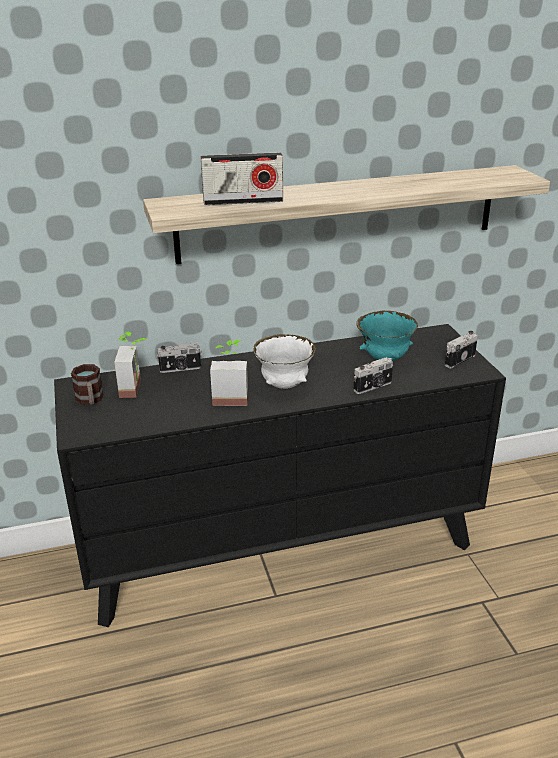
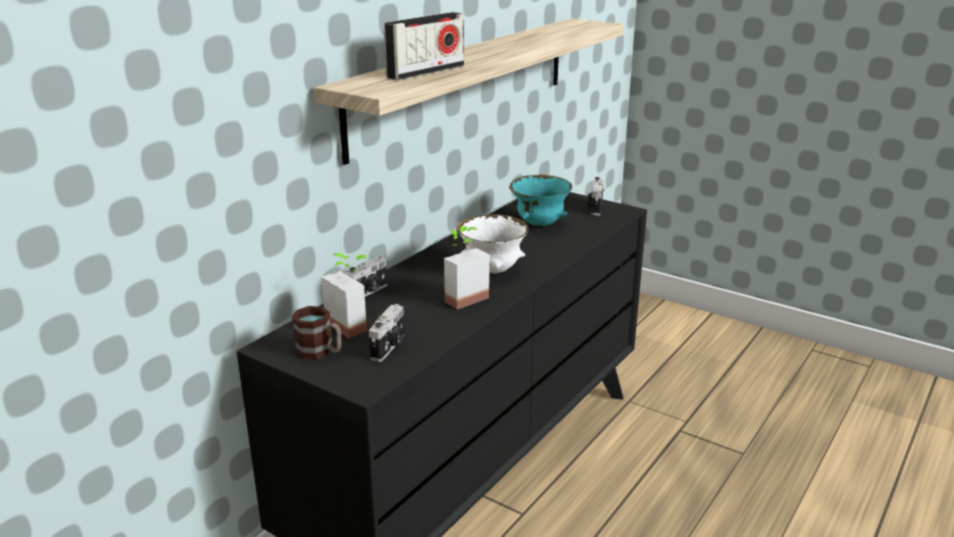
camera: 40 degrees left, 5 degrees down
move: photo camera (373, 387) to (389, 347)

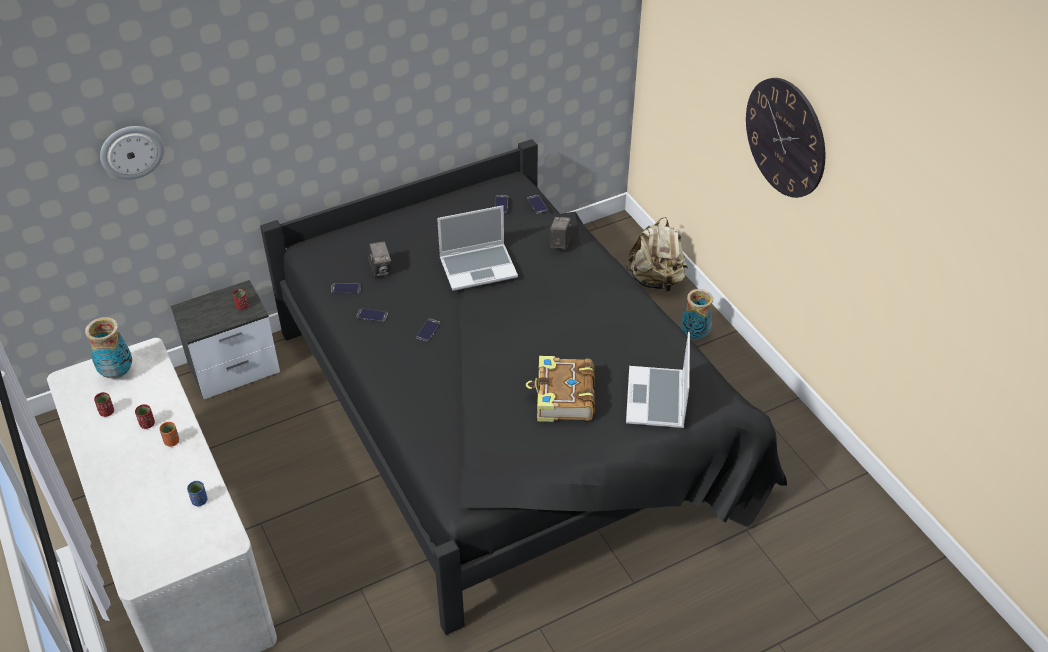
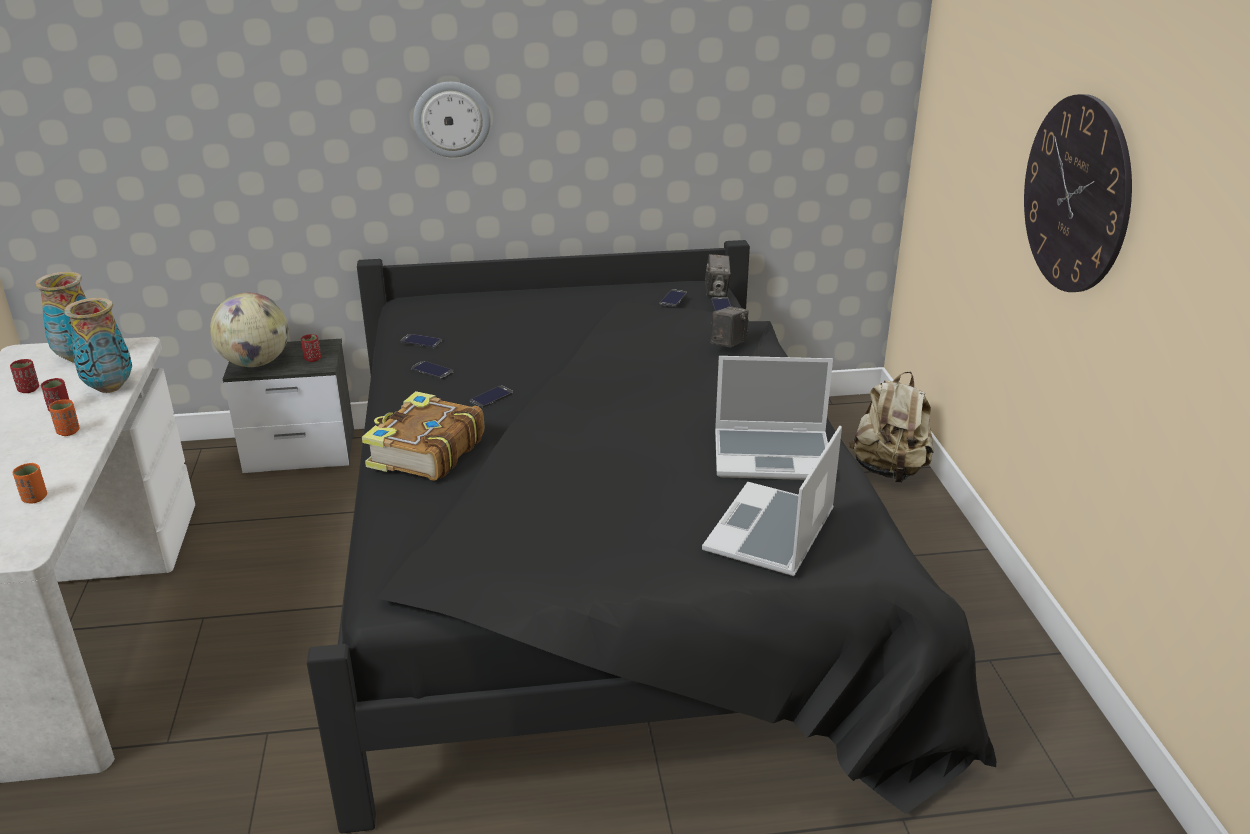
camera: 20 degrees right, 15 degrees down
insert: globe (256, 363)
move: wall clock (132, 151) to (452, 119); photo camera (381, 269) to (717, 292); laptop (479, 267) to (773, 455); book (563, 398) to (424, 452); vase (695, 335) to (110, 388)
recolor: blue cup (199, 501) to orange cup (35, 498)

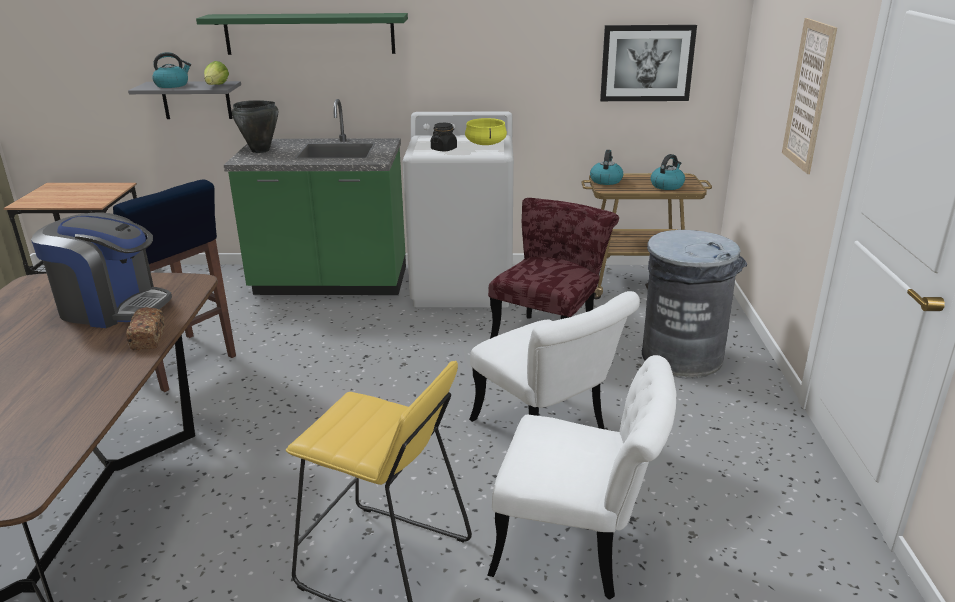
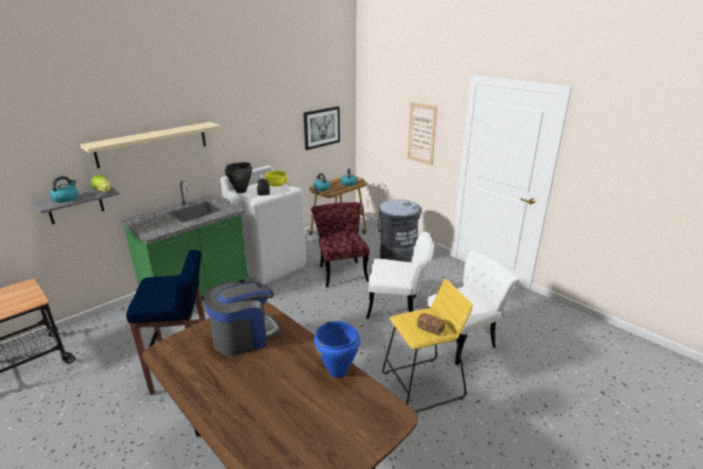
camera: 45 degrees left, 0 degrees up
insert: blue cooking pot (337, 371)
move: bread (148, 338) to (430, 328); black cooking pot (260, 150) to (241, 191)
recolor: green shelf (309, 34) to beige shelf (153, 144)

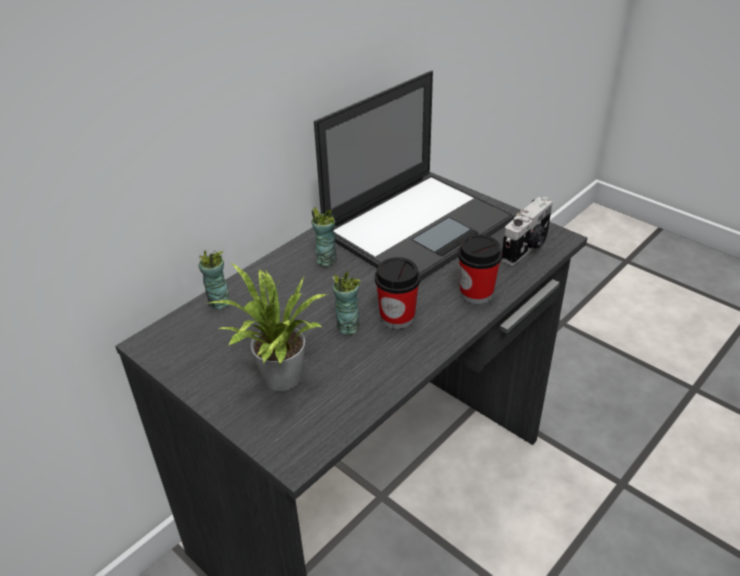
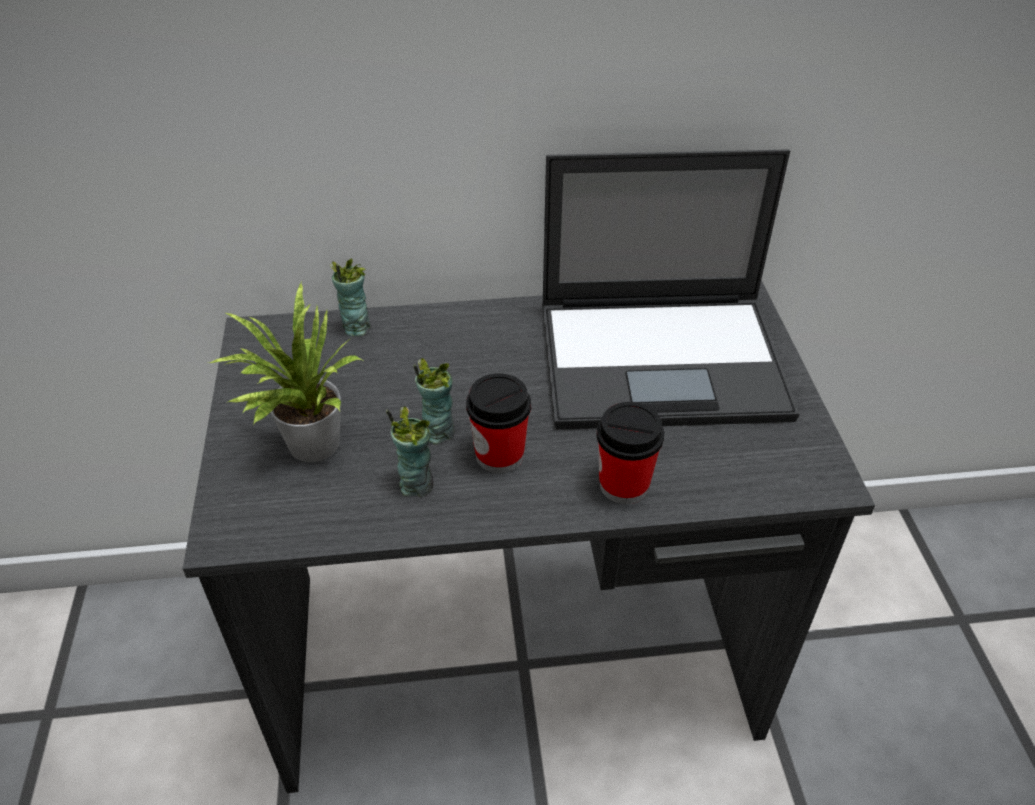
camera: 40 degrees right, 5 degrees up
delete: photo camera (527, 248)
move: cup (326, 259) to (416, 484)

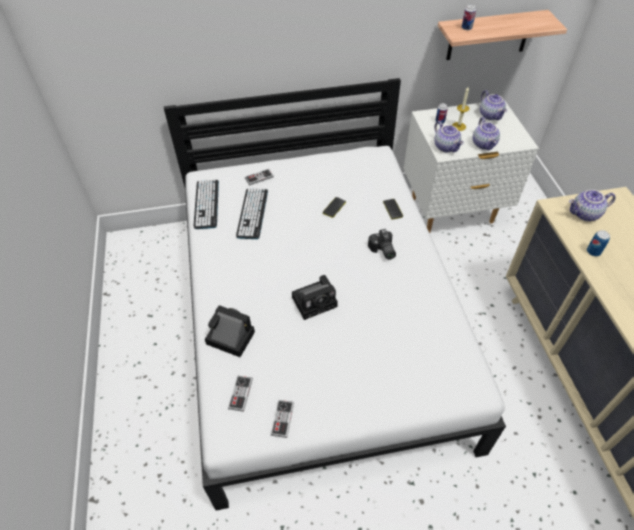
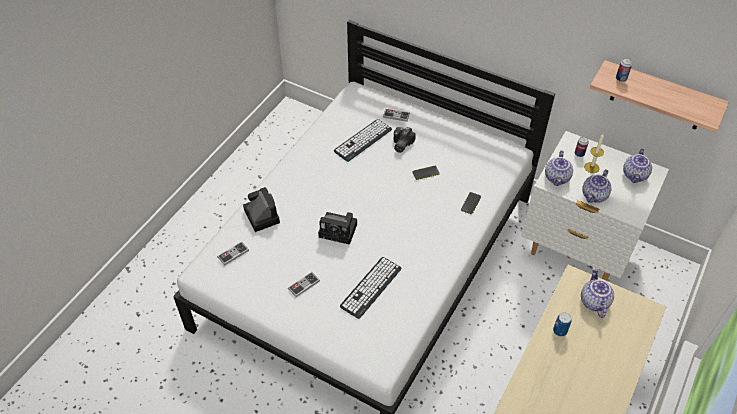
camera: 40 degrees right, 0 degrees up
move: keyboard (206, 204) to (371, 287); game controller (282, 419) to (303, 285); photo camera (382, 251) to (401, 144)
rotate: teapot (585, 214) = (593, 301) 60 degrees clockwise

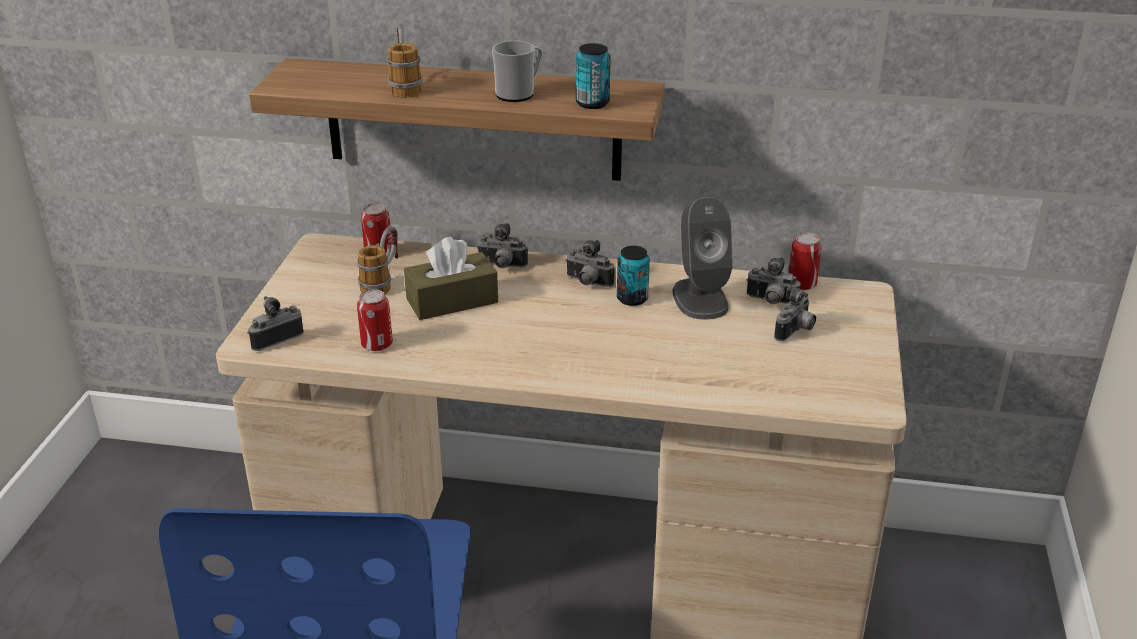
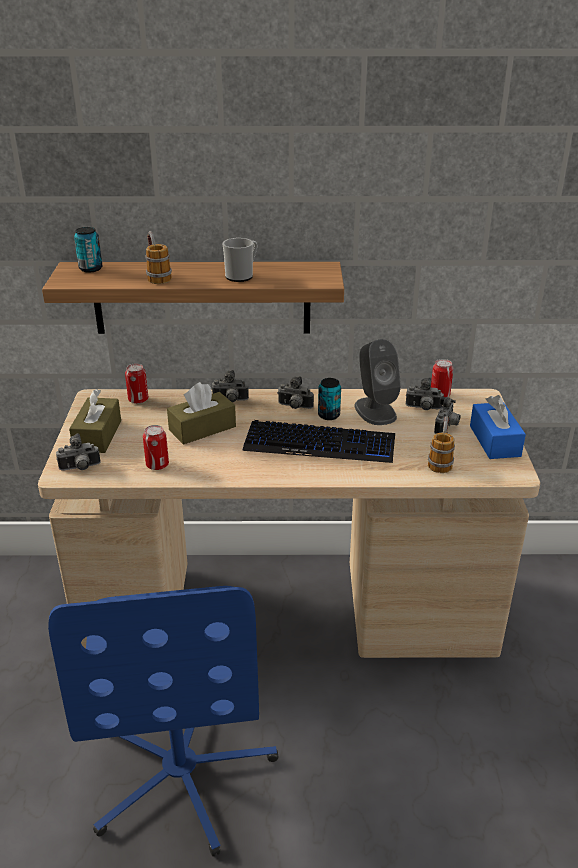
camera: 10 degrees left, 0 degrees up
insert: brown tissue box (97, 435); keyboard (320, 444); blue tissue box (494, 441)
move: mug (383, 282) to (440, 460); can (592, 103) to (90, 268)
rotate: photo camera (275, 339) = (80, 468) 150 degrees counterclockwise

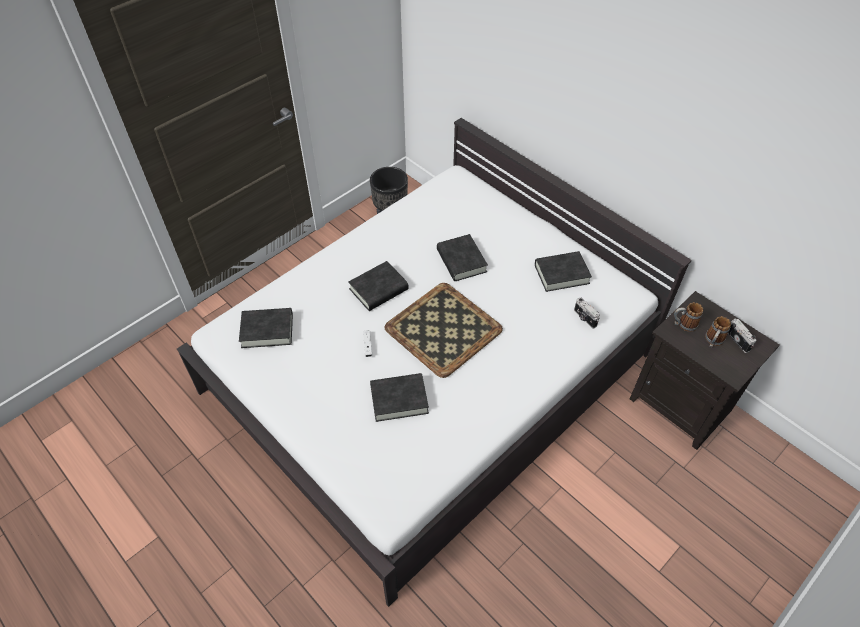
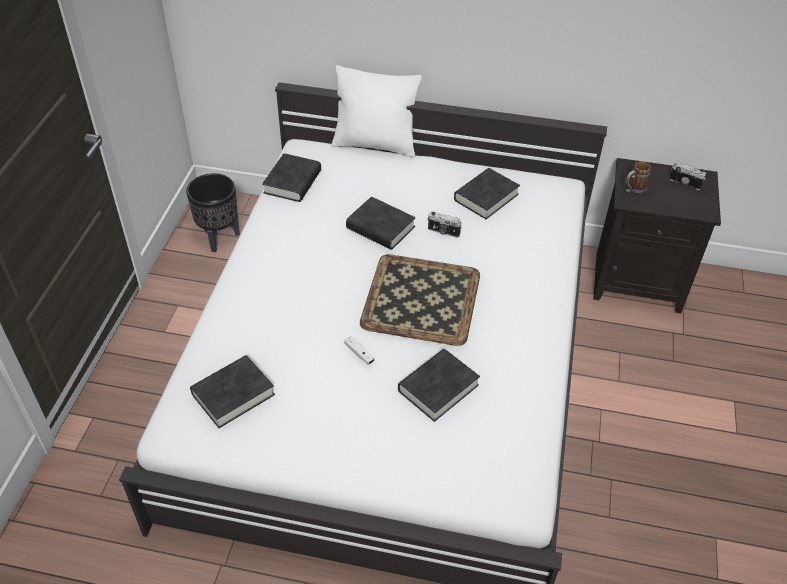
camera: 35 degrees left, 5 degrees down
delete: mug (712, 341)
insert: white pillow (375, 145)
move: black book (378, 289) to (292, 182); photo camera (584, 318) to (443, 232)

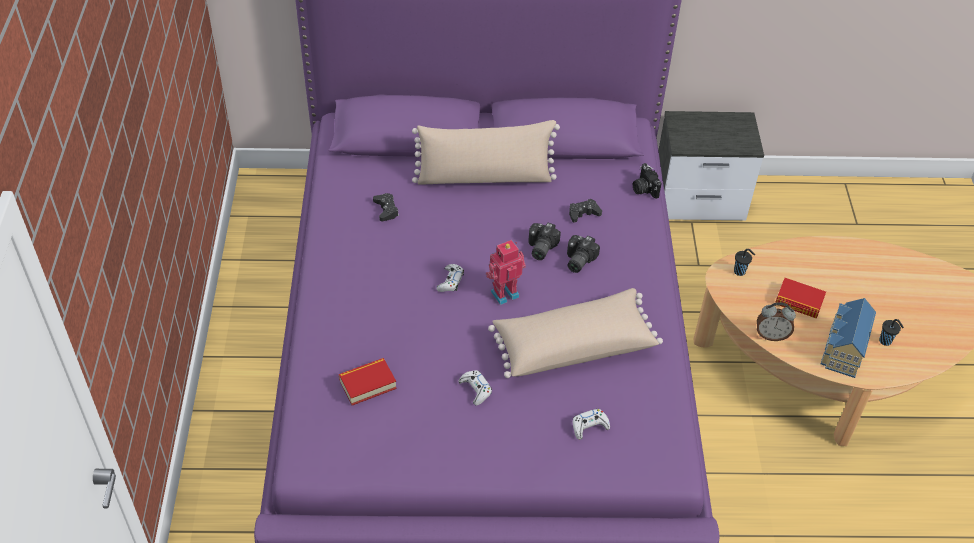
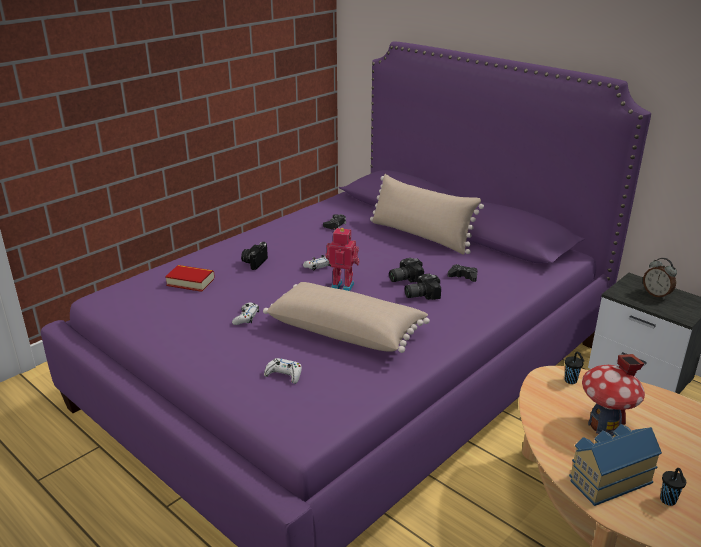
camera: 45 degrees right, 20 degrees down
move: photo camera (644, 189) to (254, 262); alarm clock (771, 335) to (656, 294)
replace: book (799, 302) to toy house (604, 426)

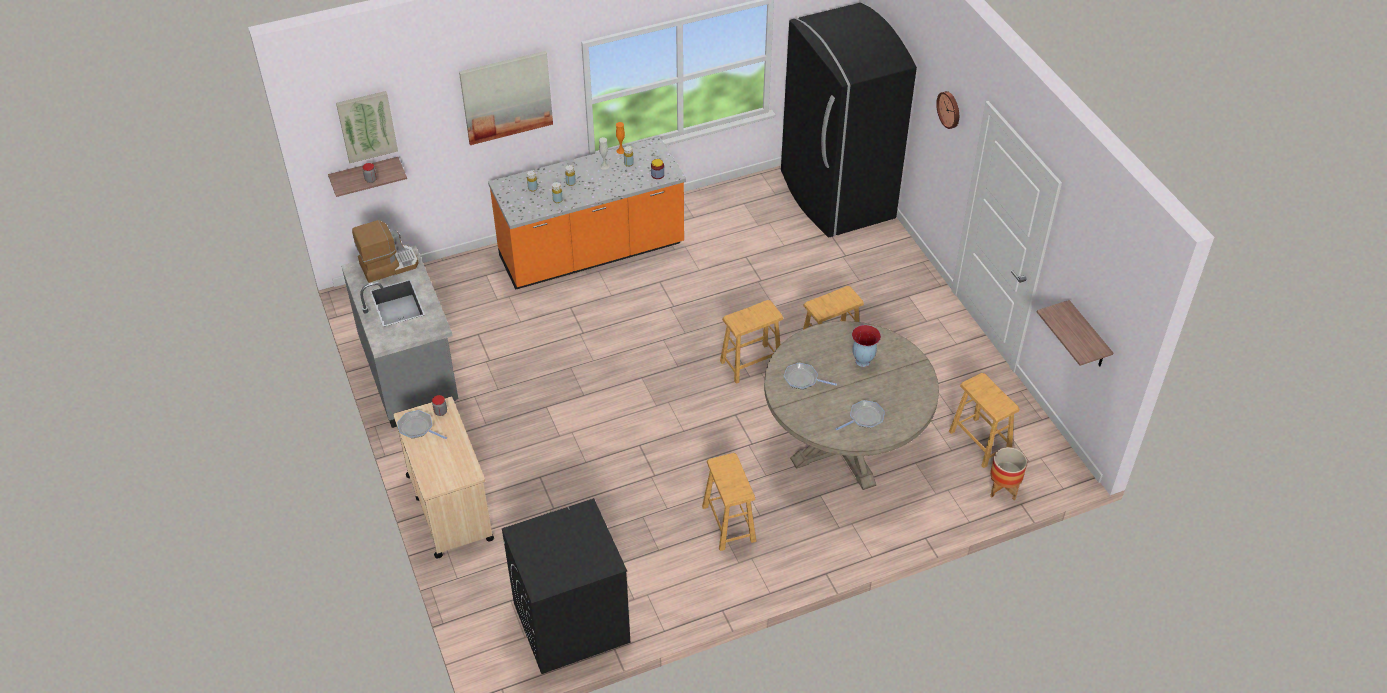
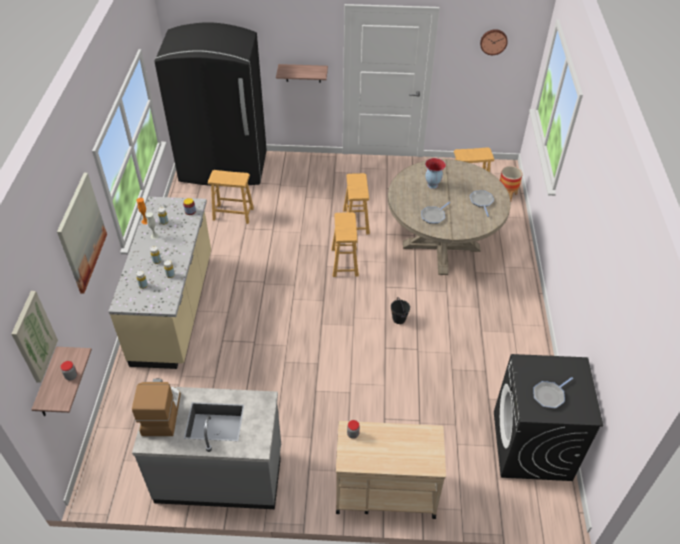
camera: 65 degrees left, 0 degrees up
insert: black bucket (399, 319)
move: frying pan (417, 428) to (549, 395); brown stool (728, 524) to (233, 214); wall clock (949, 109) to (493, 41); shelf (1088, 336) to (303, 73)
recolor: orange counter (592, 253) to beige counter (175, 307)

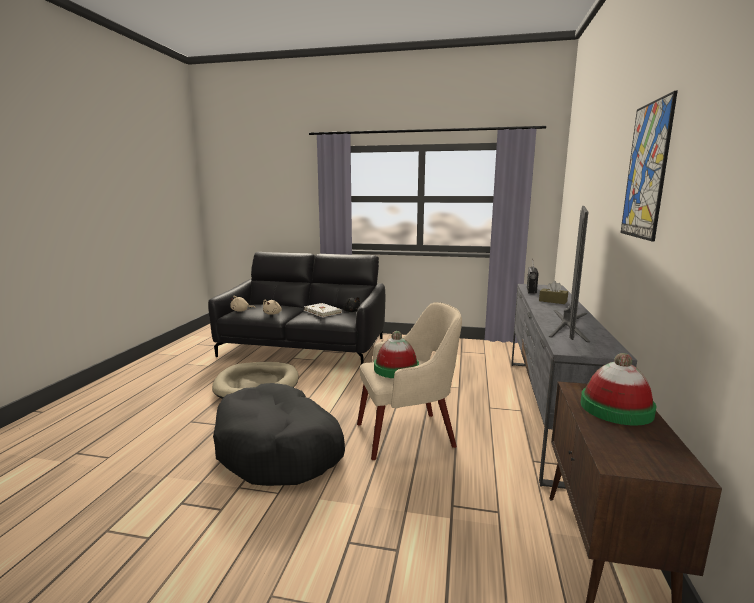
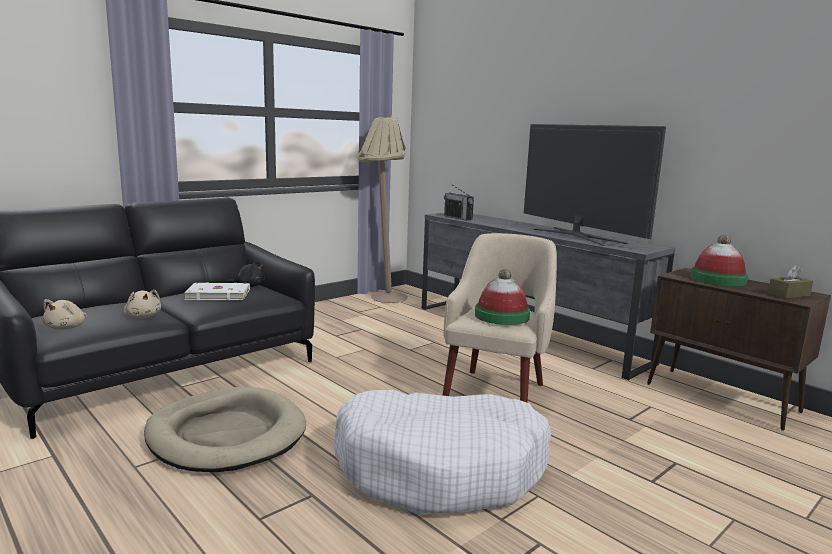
camera: 55 degrees left, 0 degrees up
delete: picture (646, 171)
insert: beige floor lamp (381, 299)
move: brown tissue box (553, 301) to (788, 295)
recolor: black dog bed (279, 449) to white dog bed (440, 468)

